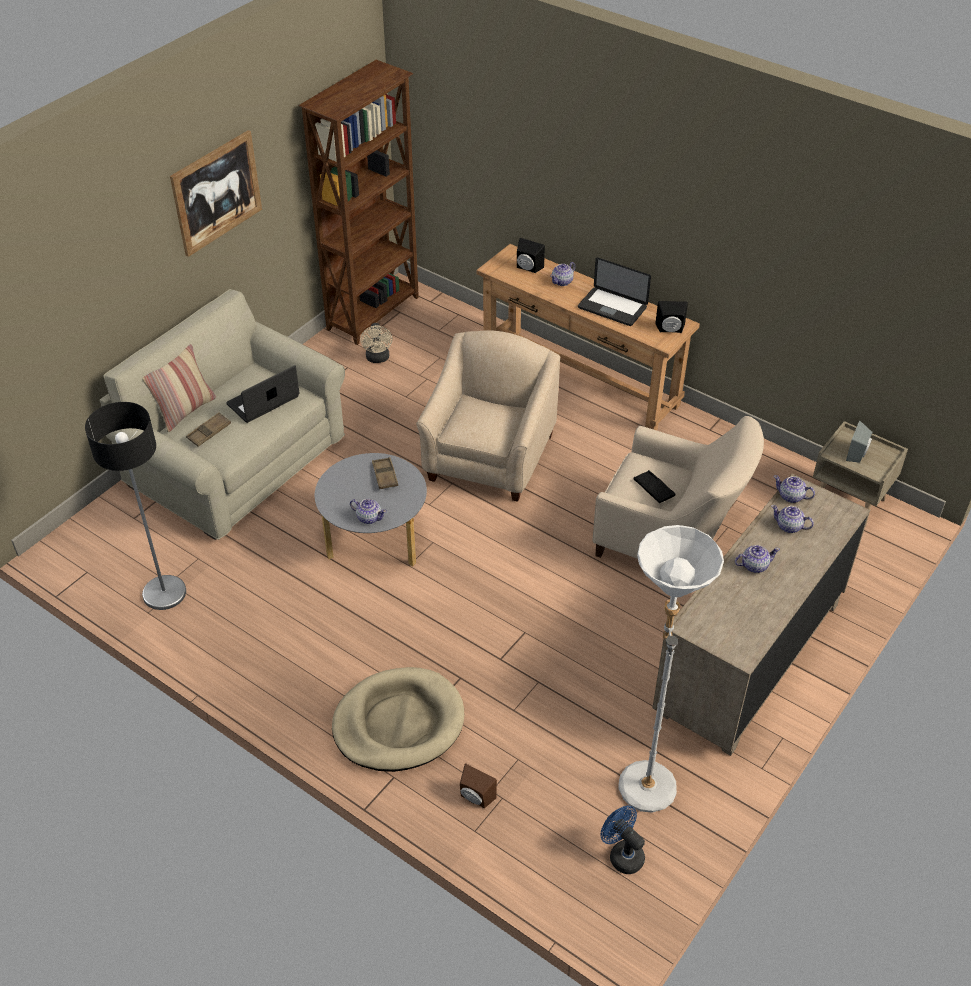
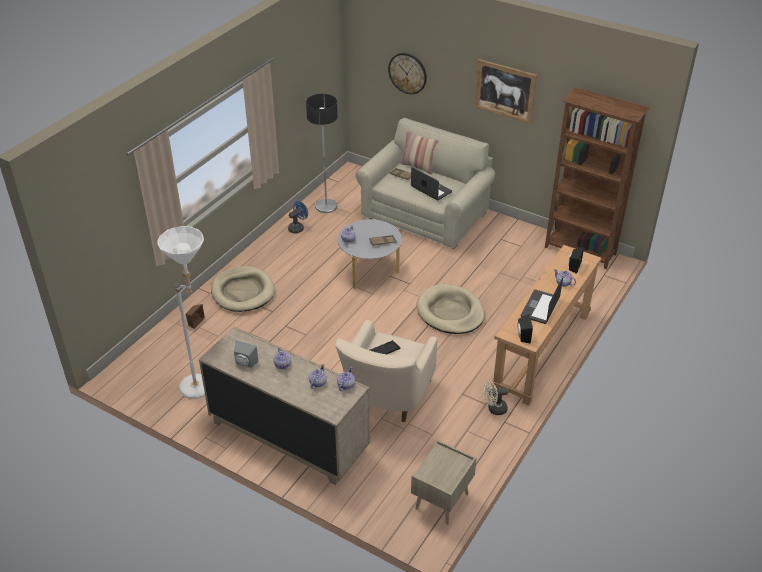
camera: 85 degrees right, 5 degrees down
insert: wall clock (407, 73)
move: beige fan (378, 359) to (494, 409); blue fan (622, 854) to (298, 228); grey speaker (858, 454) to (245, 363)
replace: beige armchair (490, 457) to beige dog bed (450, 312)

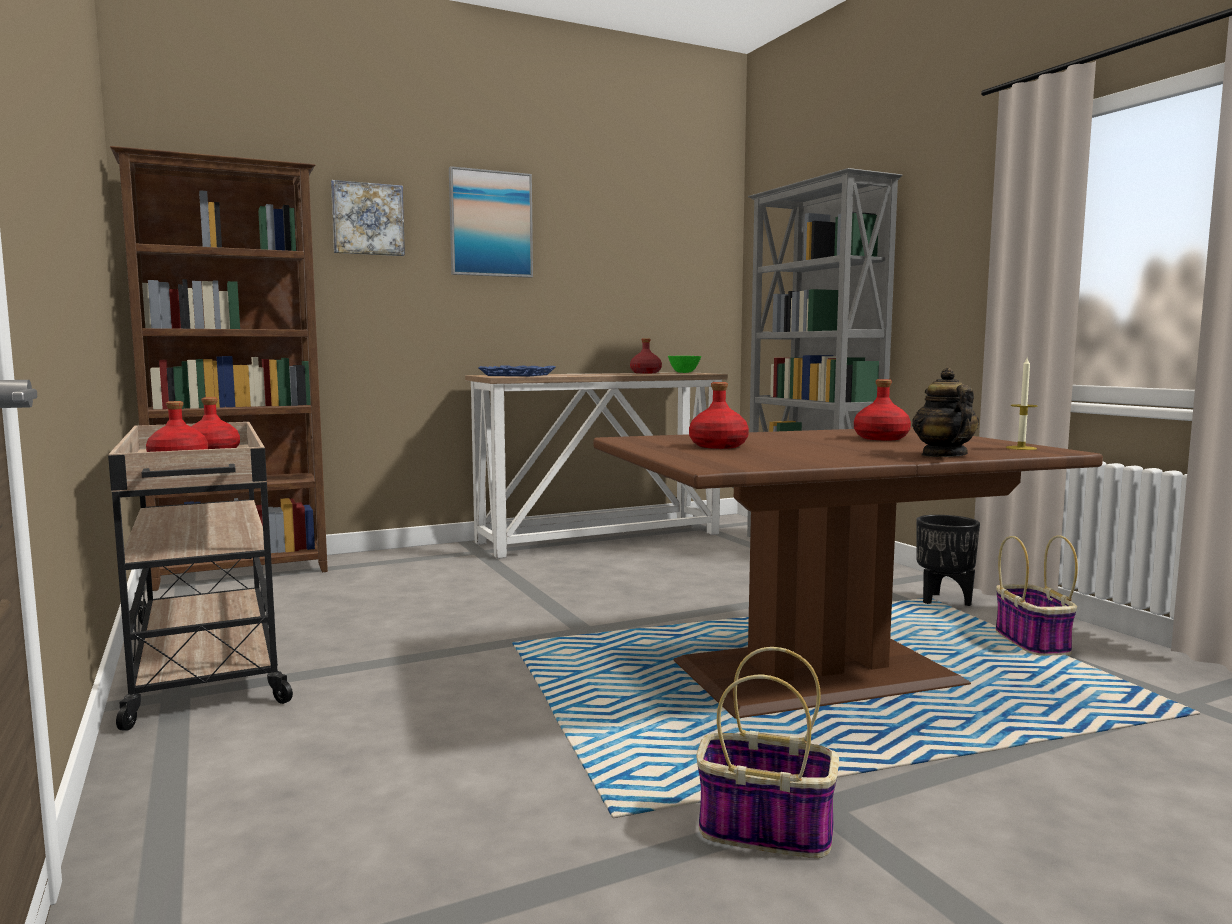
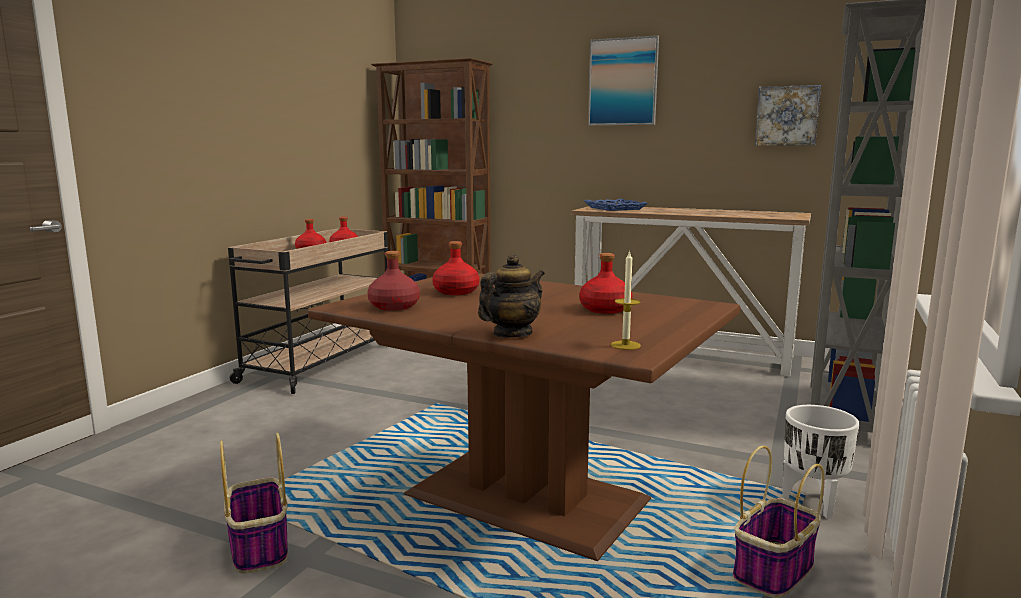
camera: 50 degrees right, 5 degrees up
delete: green bowl (684, 372)
move: picture (367, 219) to (787, 116); red bottle (646, 373) to (394, 306)
recolor: black planter (942, 601) to white planter (812, 503)

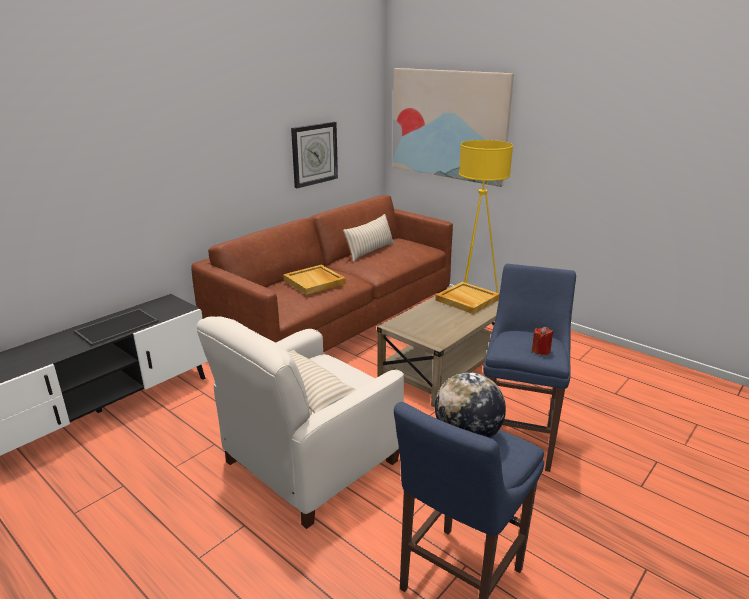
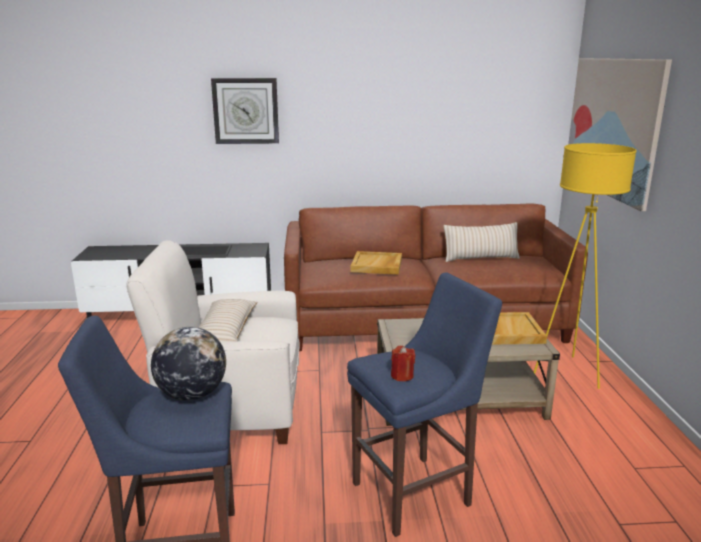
camera: 45 degrees right, 5 degrees down
move: wall clock (314, 154) to (245, 111)

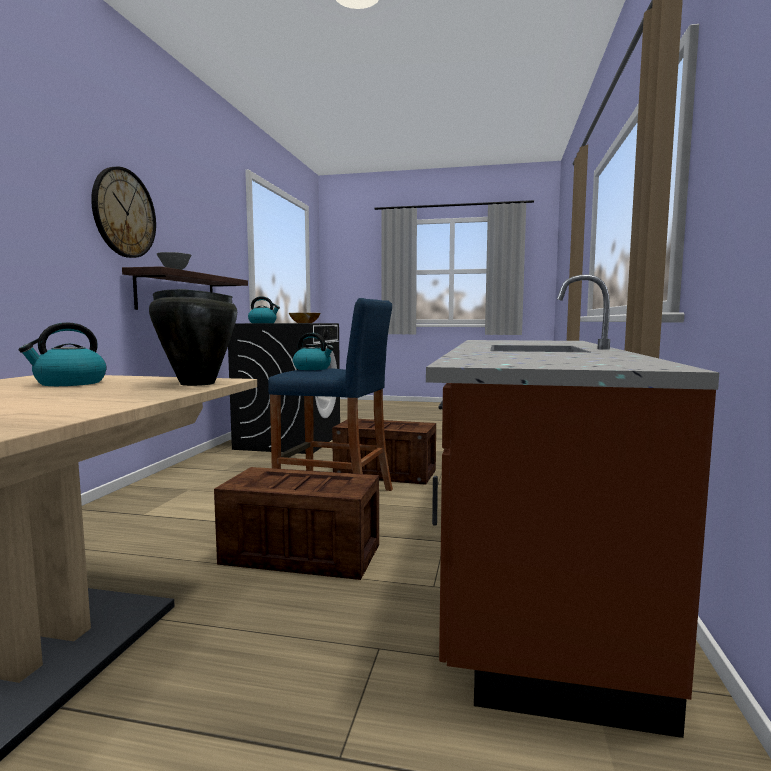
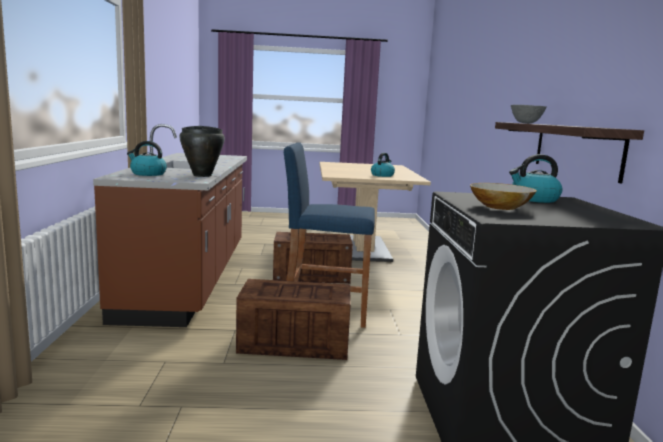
camera: 165 degrees right, 5 degrees up
delete: wall clock (124, 213)
move: black cooking pot (196, 383) to (202, 175); kettle (313, 368) to (148, 174)

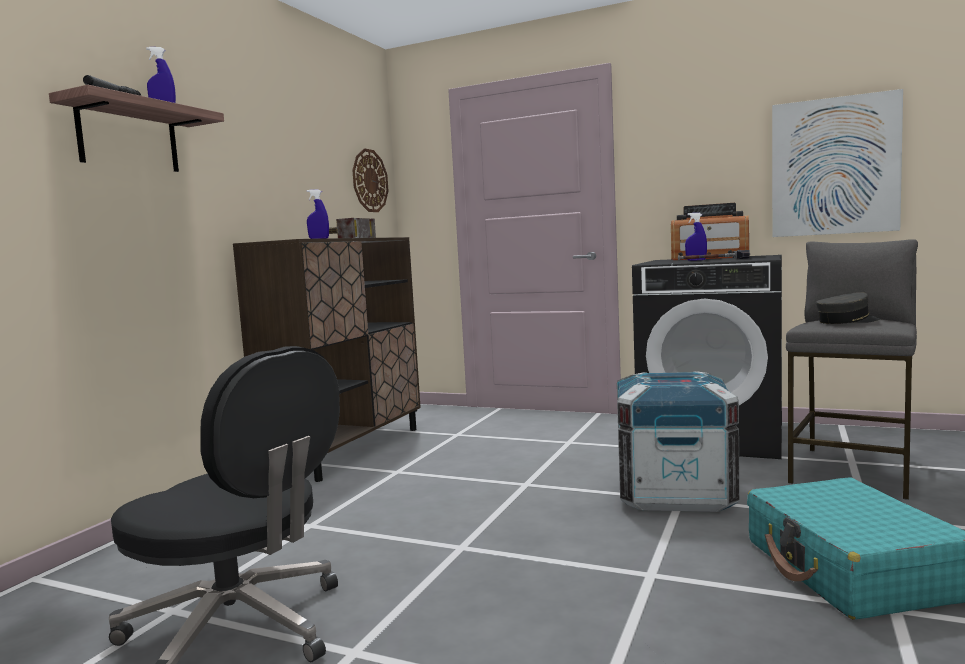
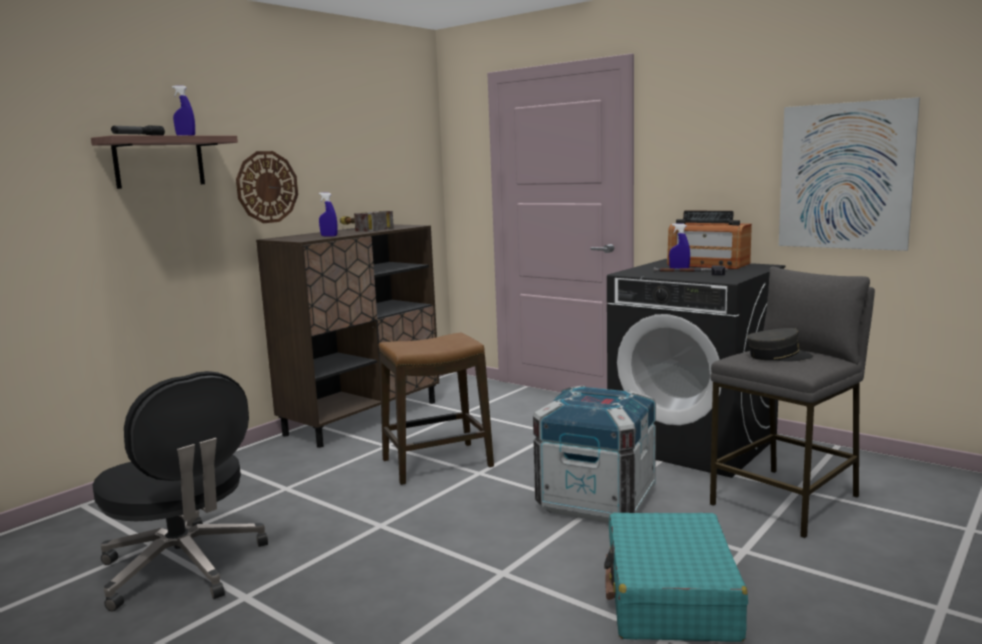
camera: 15 degrees right, 5 degrees up
insert: stool (437, 463)
move: wall clock (369, 181) to (267, 187)

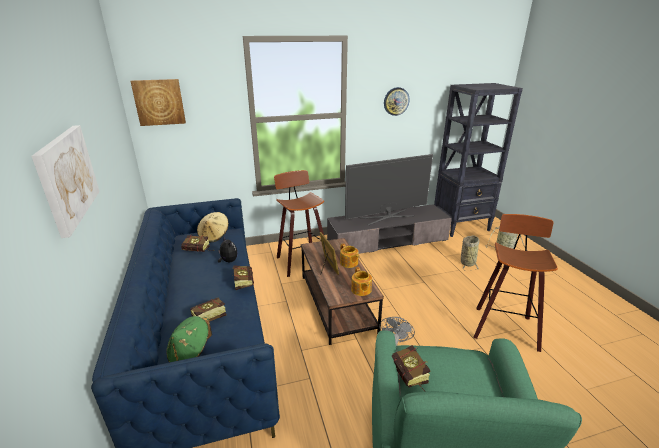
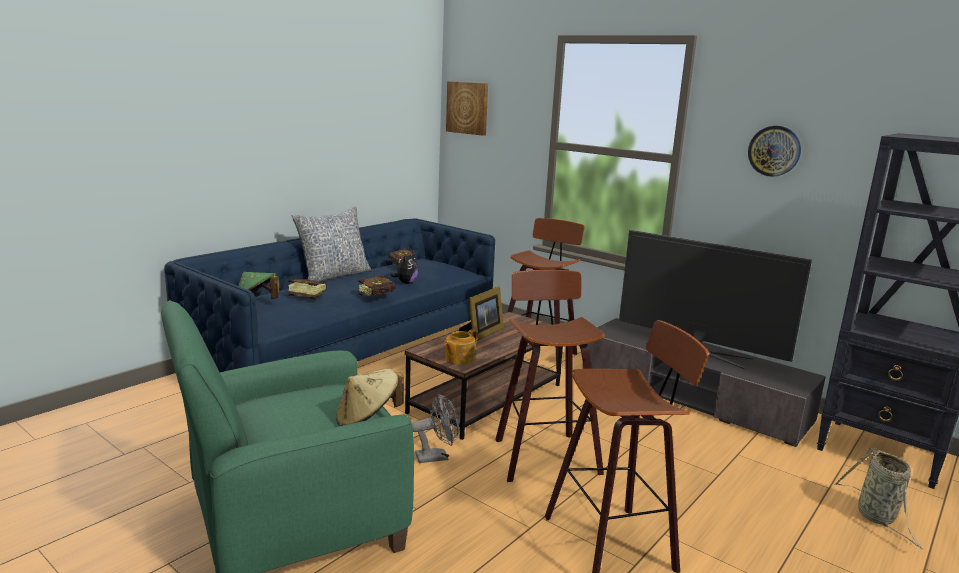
camera: 55 degrees right, 10 degrees down
delete: picture (67, 177); teapot (349, 263); book (410, 379); basket (467, 262)
insert: pillow (333, 275); stool (542, 455)
move: beige hat (214, 236) to (367, 419)

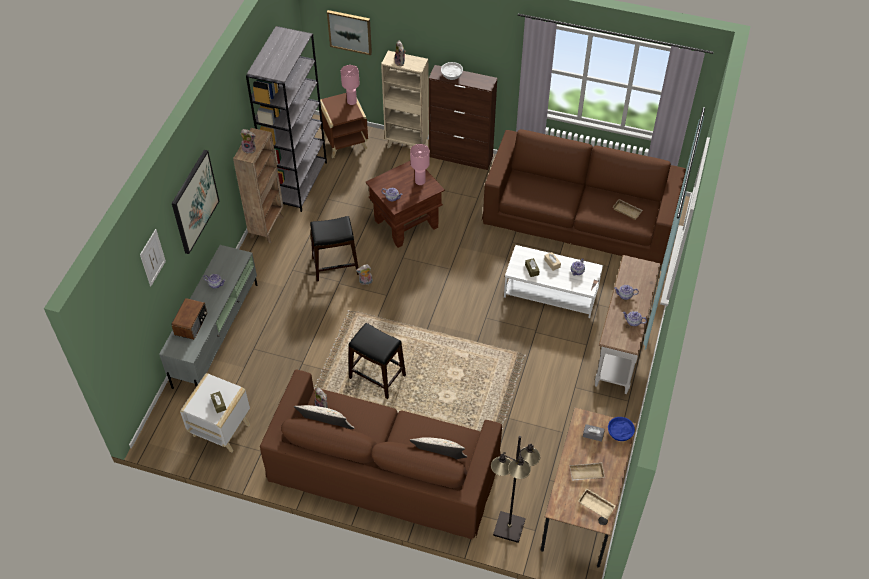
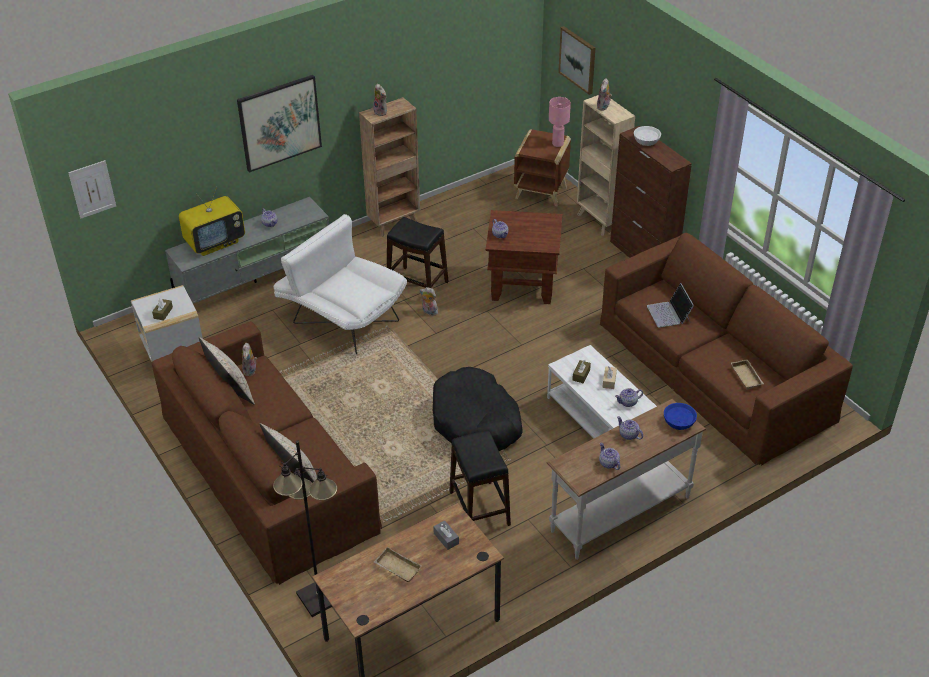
camera: 40 degrees right, 10 degrees down
delete: grey bookcase (297, 182); pink table lamp (420, 181); beige tray (597, 505)
insert: white armchair (341, 317); black dog bed (476, 421); laptop (669, 314)
move: picture (152, 257) to (92, 189); black stool (377, 377) to (479, 508); blue bowl (619, 432) to (678, 421)
replace: radio (192, 324) to television (215, 242)

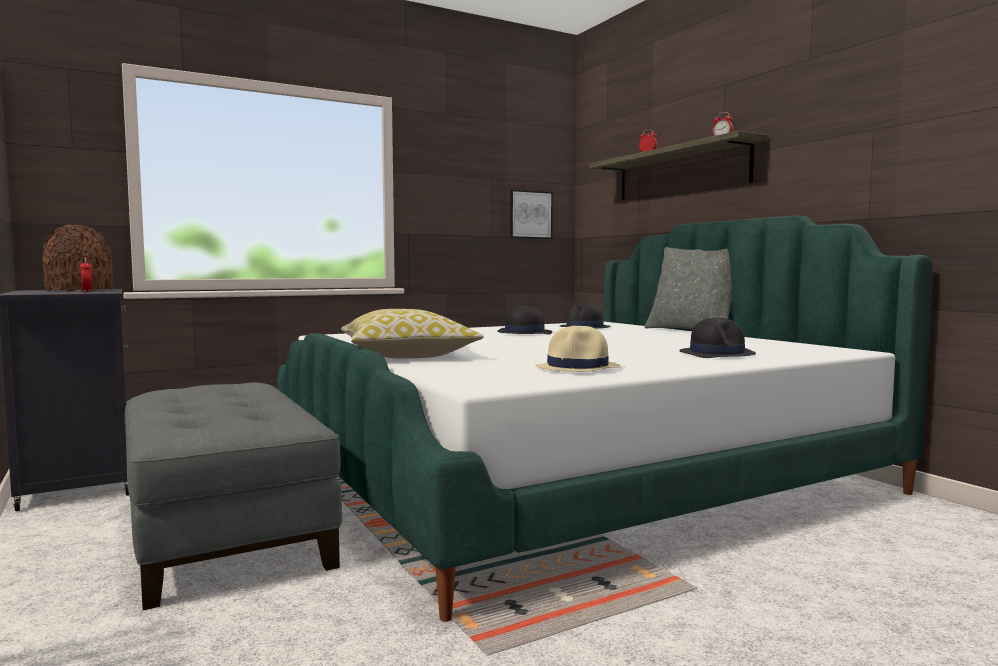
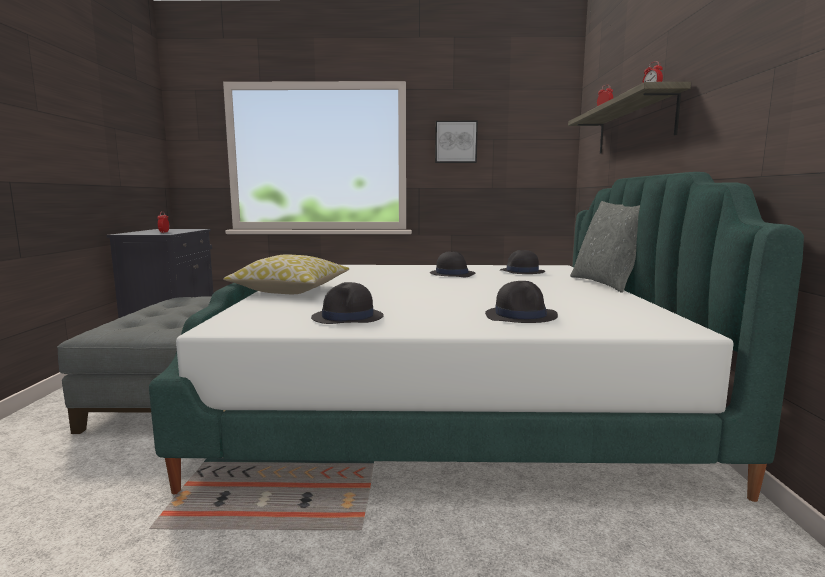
camera: 30 degrees right, 5 degrees up
delete: brown vase (79, 290)
move: picture (530, 215) to (456, 142)
recolor: beige hat (578, 368) to black hat (348, 318)

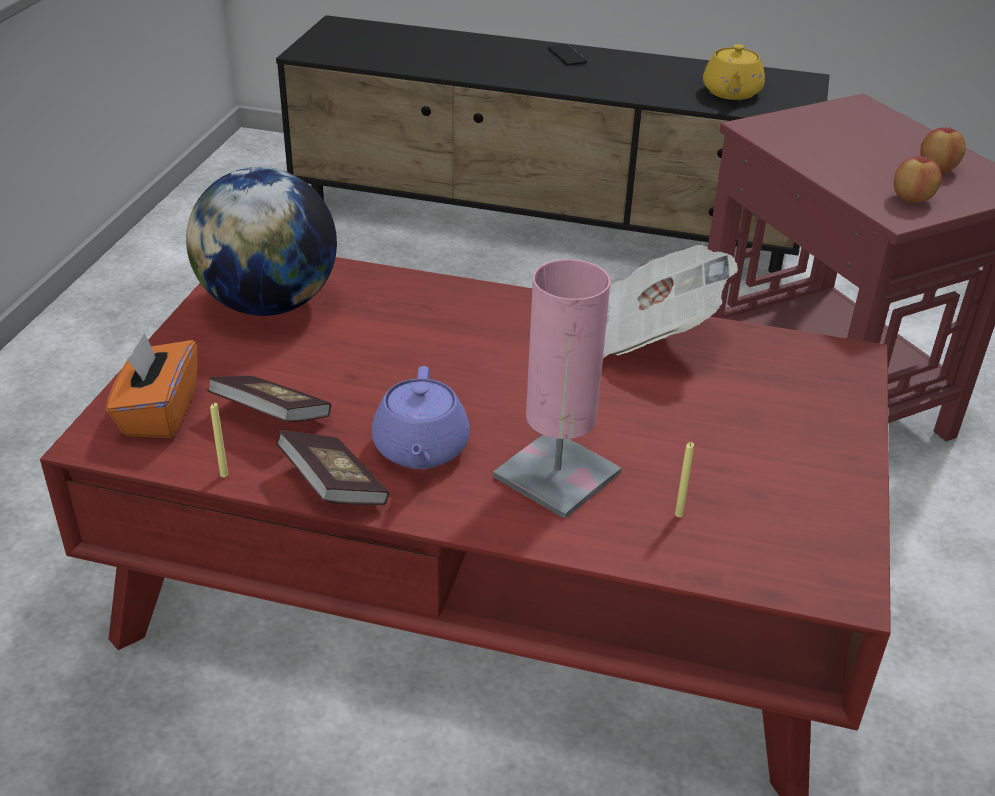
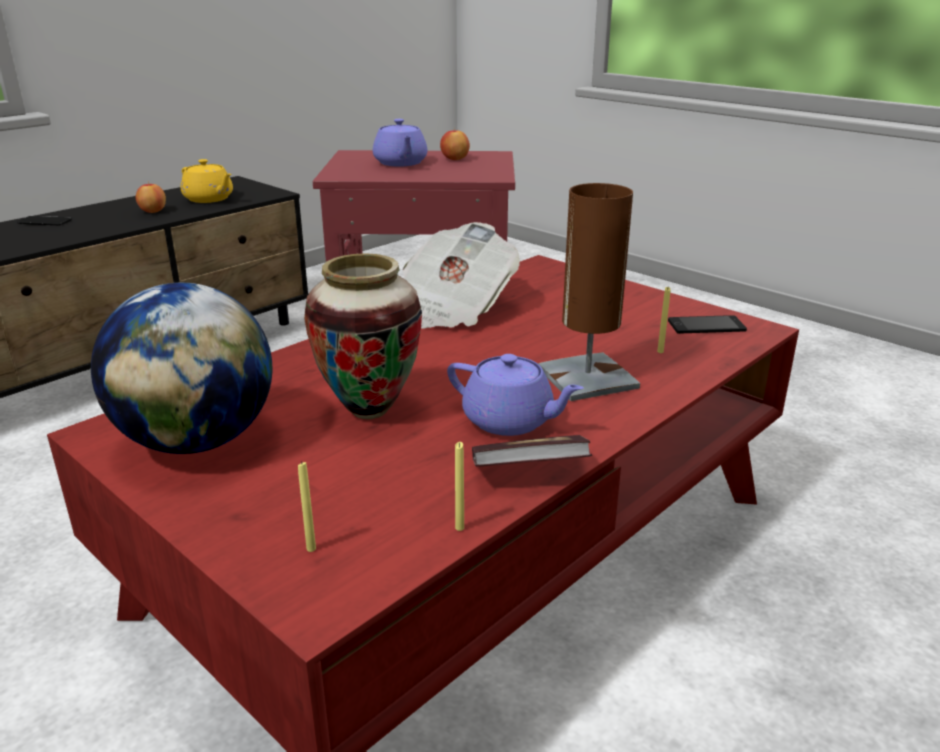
camera: 60 degrees left, 10 degrees down
delete: book (271, 417)
insert: vase (369, 410); purple teapot (400, 163); phone (706, 326)
move: apple (912, 199) to (153, 211)
replace: orange tissue box (159, 413) to yellow candle (311, 549)
recolor: pink table lamp (557, 475) to brown table lamp (587, 378)

